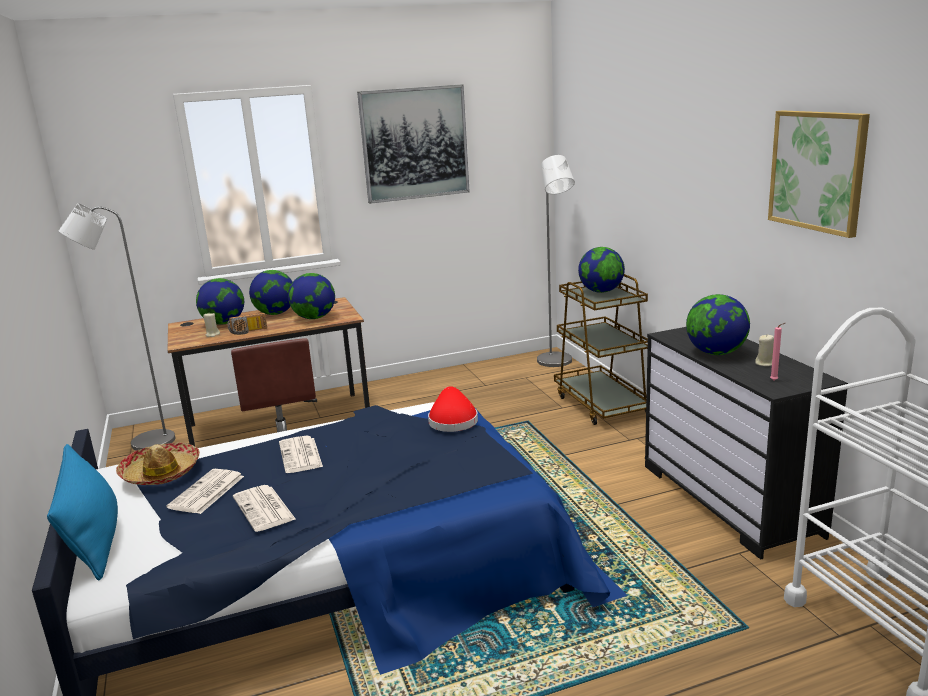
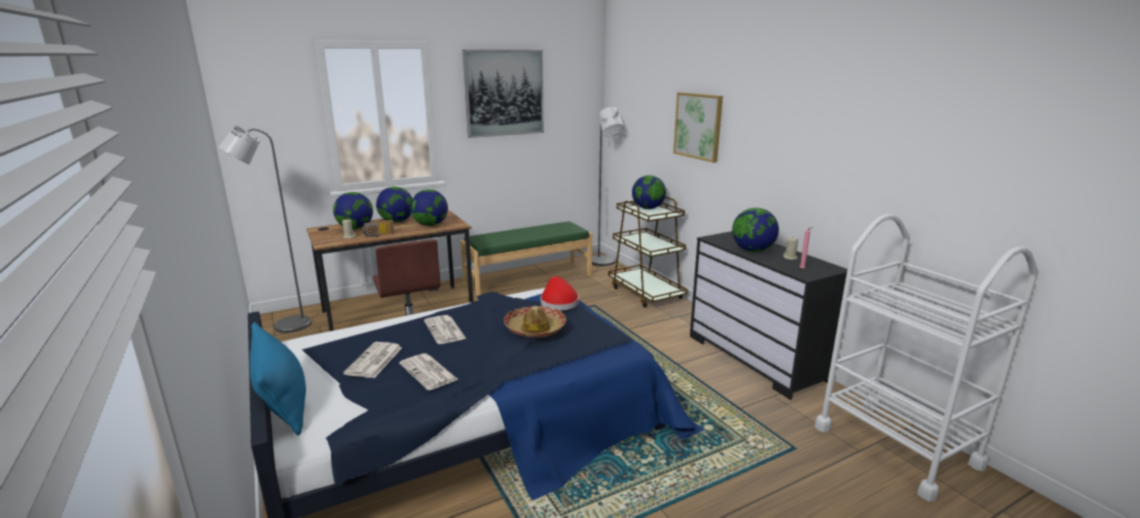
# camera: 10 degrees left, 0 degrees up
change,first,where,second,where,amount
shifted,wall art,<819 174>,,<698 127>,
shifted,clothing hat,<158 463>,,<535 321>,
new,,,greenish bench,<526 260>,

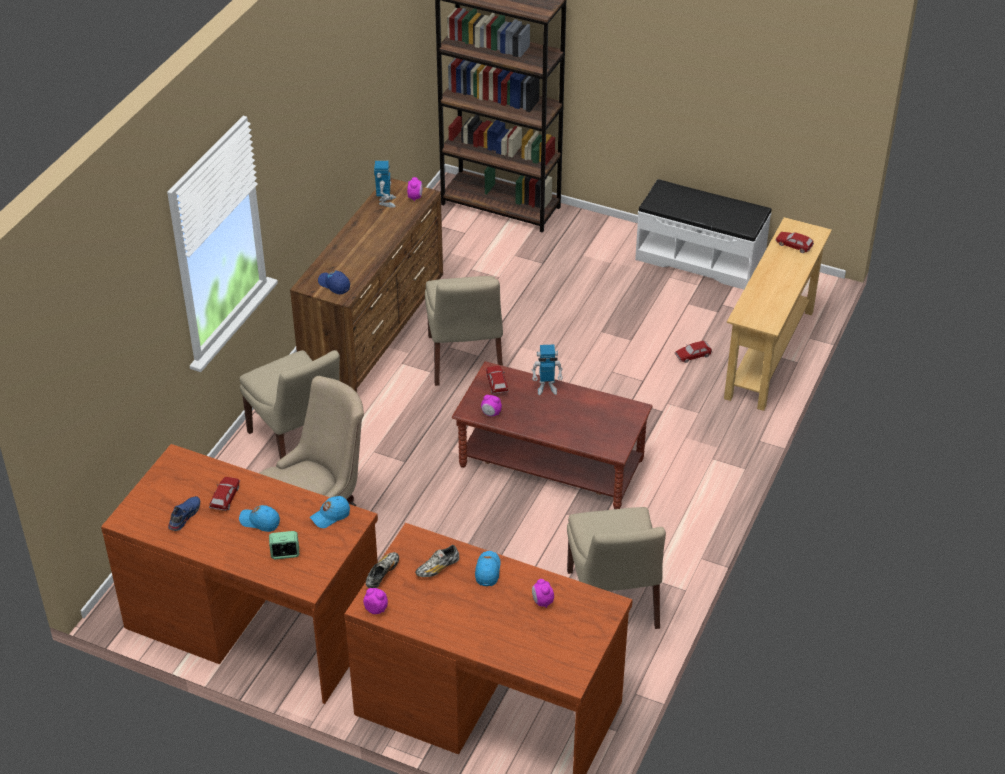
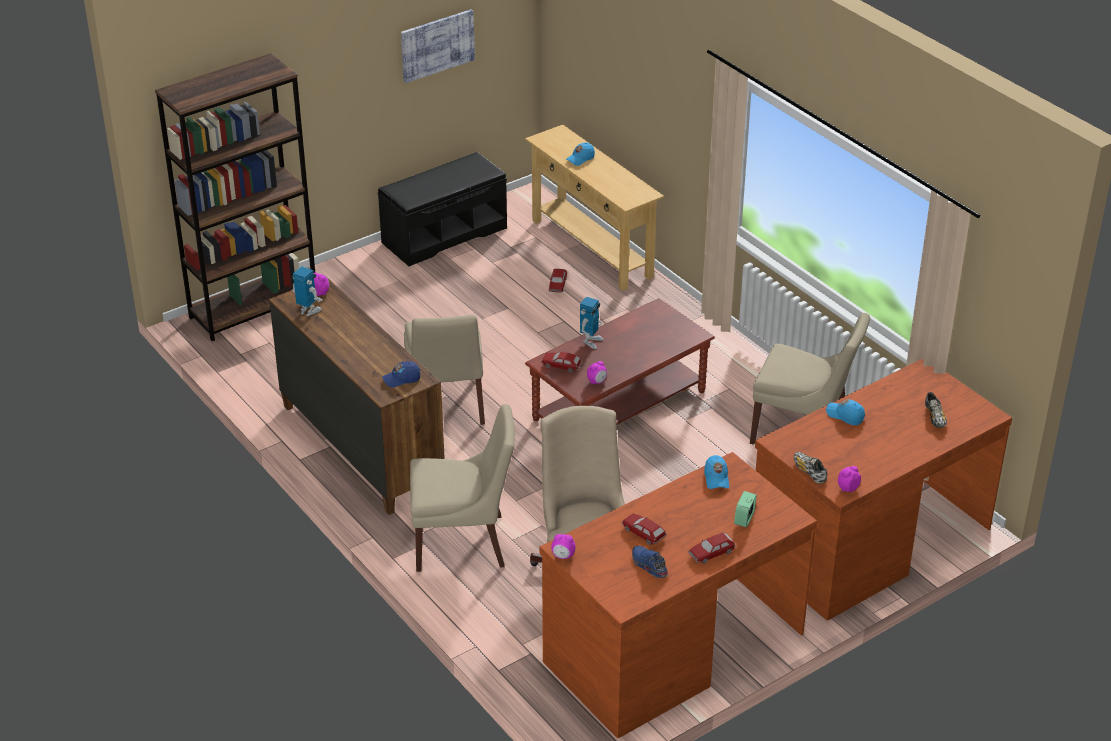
# camera: 60 degrees left, 5 degrees down
change,first,where,second,where,amount
repainted,whitish bench,<703 234>,black-coloured bench,<442 209>,
shifted,toy car,<794 242>,,<712 548>,
rotated,sand-coloured chair,<464 331>,,<444 369>,60 degrees clockwise
shifted,blue cap,<259 518>,,<580 154>,
shifted,low shoe,<437 561>,,<936 410>,
shifted,bedside clock,<543 593>,,<563 546>,
new,,,wall art,<438 46>,

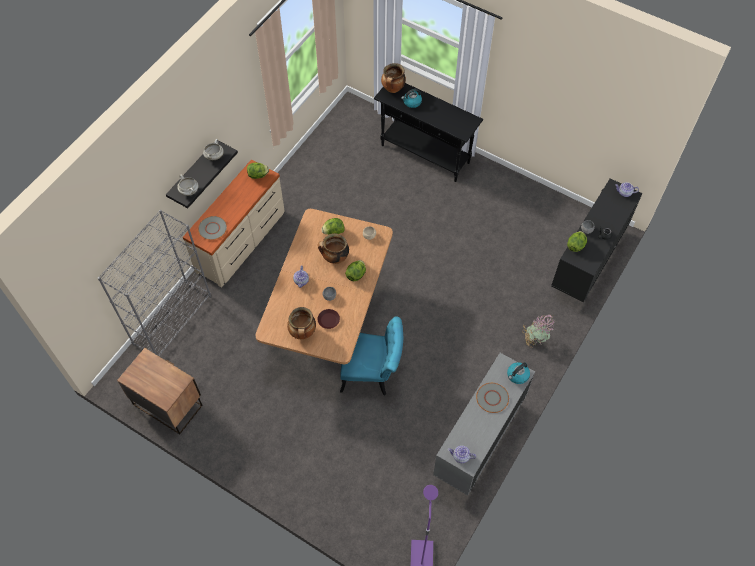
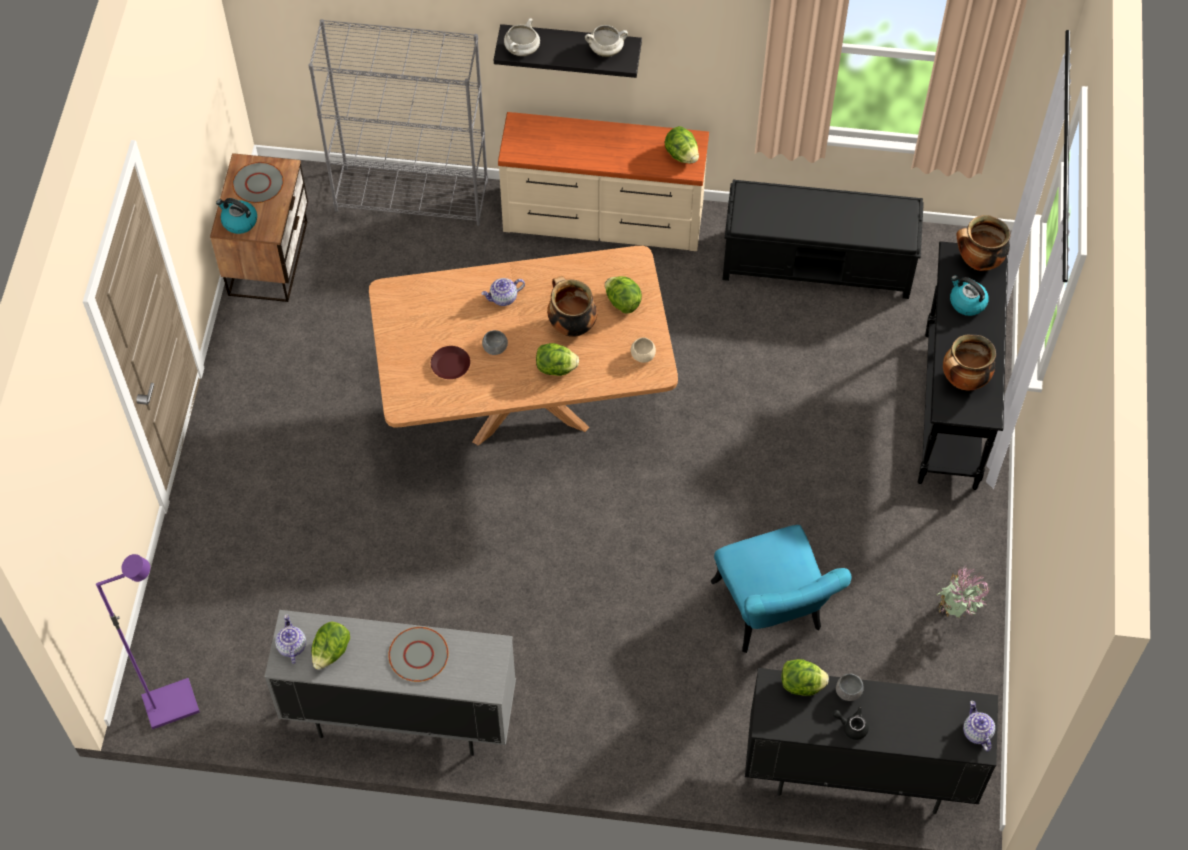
# camera: 65 degrees right, 0 degrees up
change,first,where,second,where,amount
shifted,gray flat dish,<212 228>,,<258 182>,
shifted,cooking pot,<301 323>,,<969 362>,
shifted,potted plant,<539 331>,,<963 592>,
shifted,turquoise chair,<371 356>,,<781 589>,
shifted,water kettle,<518 373>,,<236 216>,
new,,,black-coloured bench,<823 239>,
new,,,head of lettuce,<330 646>,

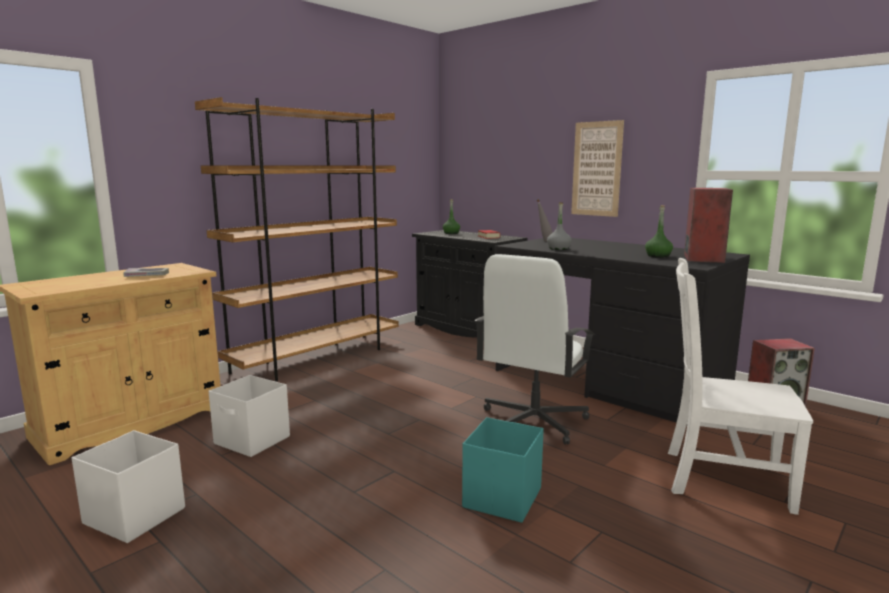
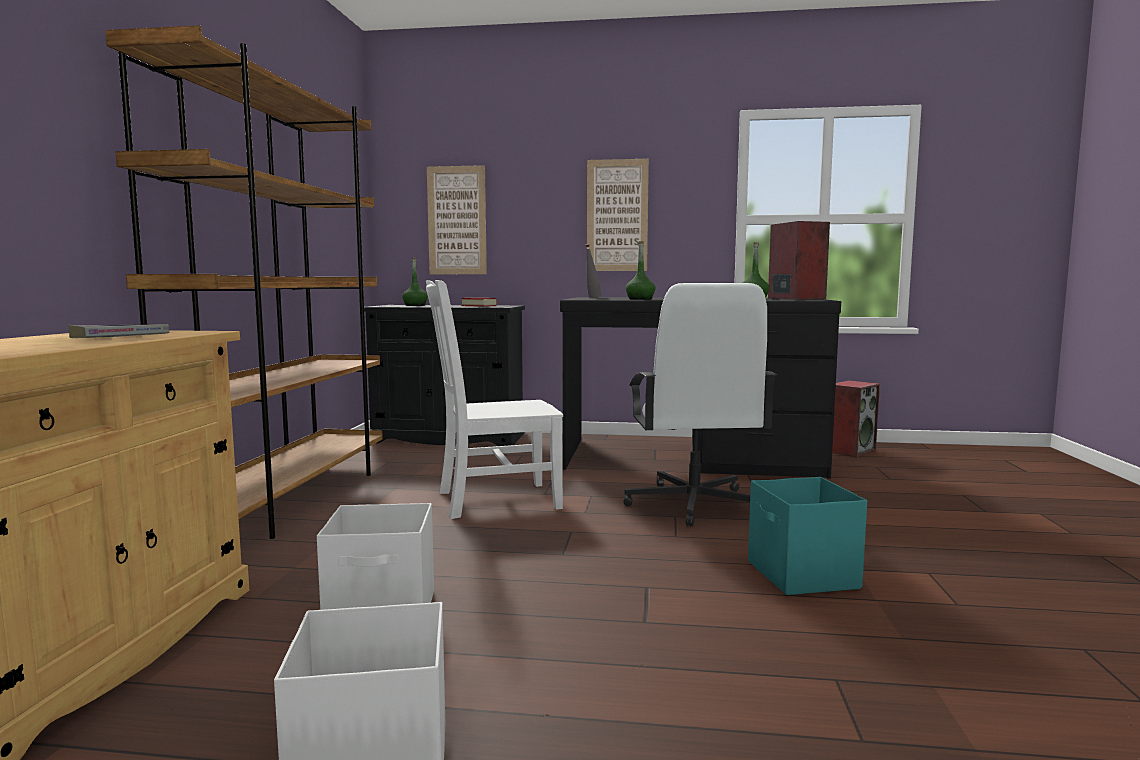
# camera: 35 degrees left, 5 degrees down
change,first,where,second,where,amount
repainted,gray drink bottle,<559 226>,greenish drink bottle,<641 270>,
shifted,whitish chair,<740 386>,,<494 399>,
new,,,wall art,<457 219>,

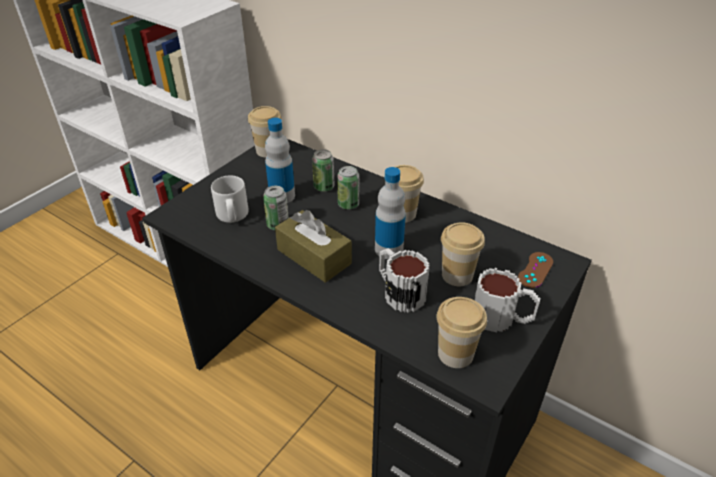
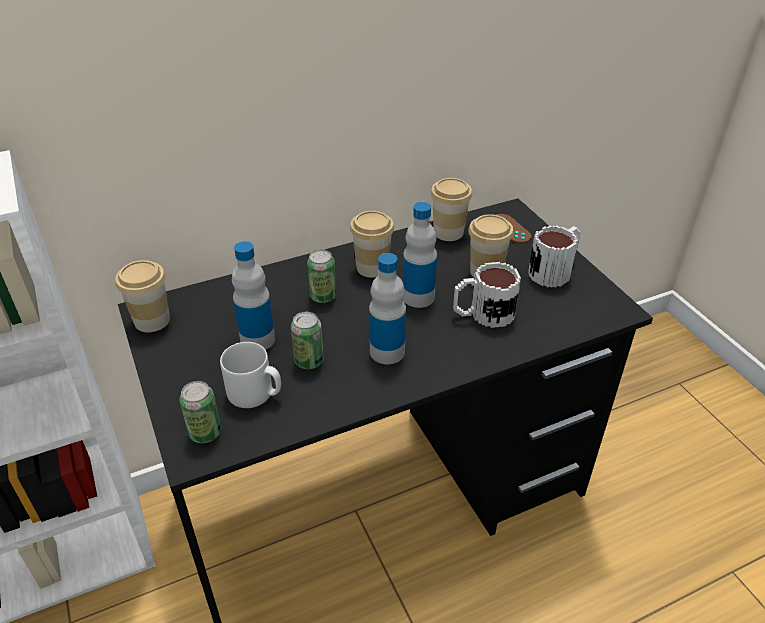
# camera: 60 degrees left, 0 degrees up
change,first,where,second,where,amount
shifted,can,<323 170>,,<200 412>,
swapped,brownish tissue holder,<313 246>,drink bottle,<387 308>,
shifted,drinking cup,<462 332>,,<451 209>,

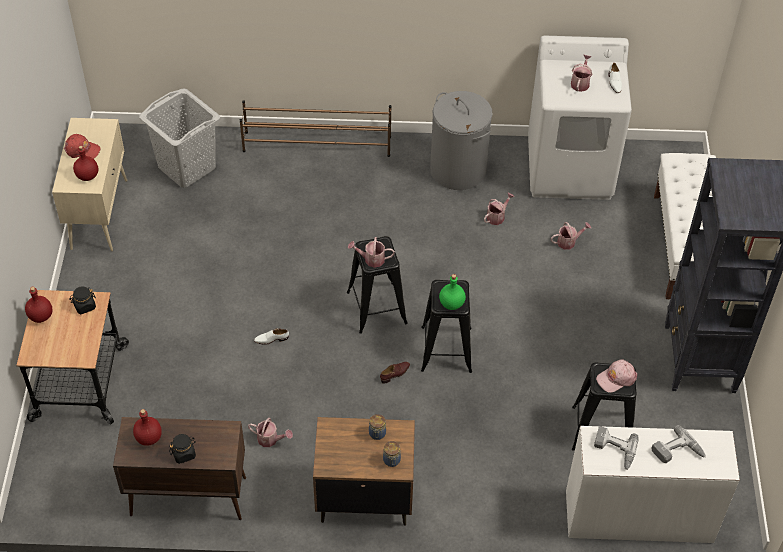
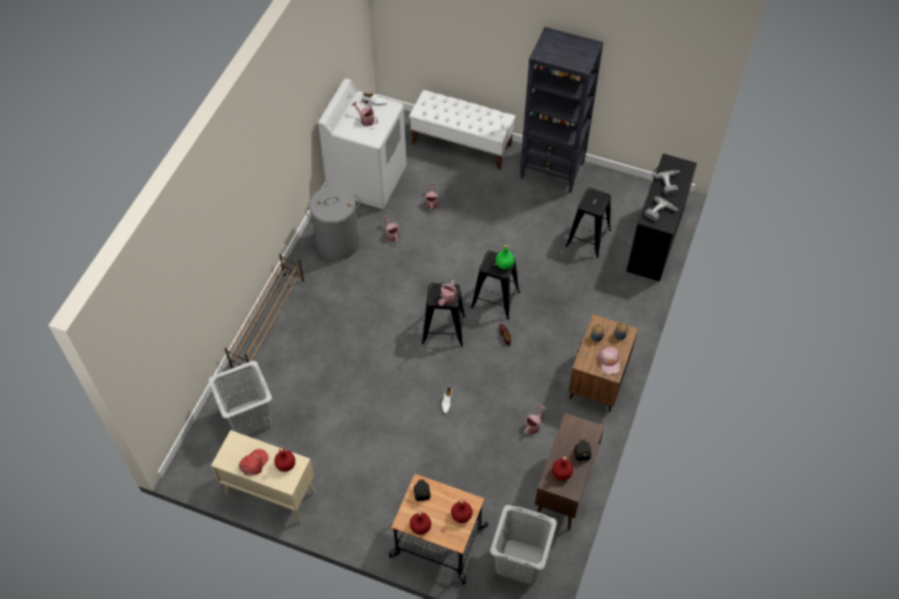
# camera: 70 degrees left, 5 degrees up
change,first,where,second,where,amount
shifted,pink cap,<616 376>,,<609 360>,
repainted,whitish desk,<653 484>,black-coloured desk,<661 217>,
new,,,reddish drink bottle,<462 511>,
new,,,gray hamper,<523 544>,

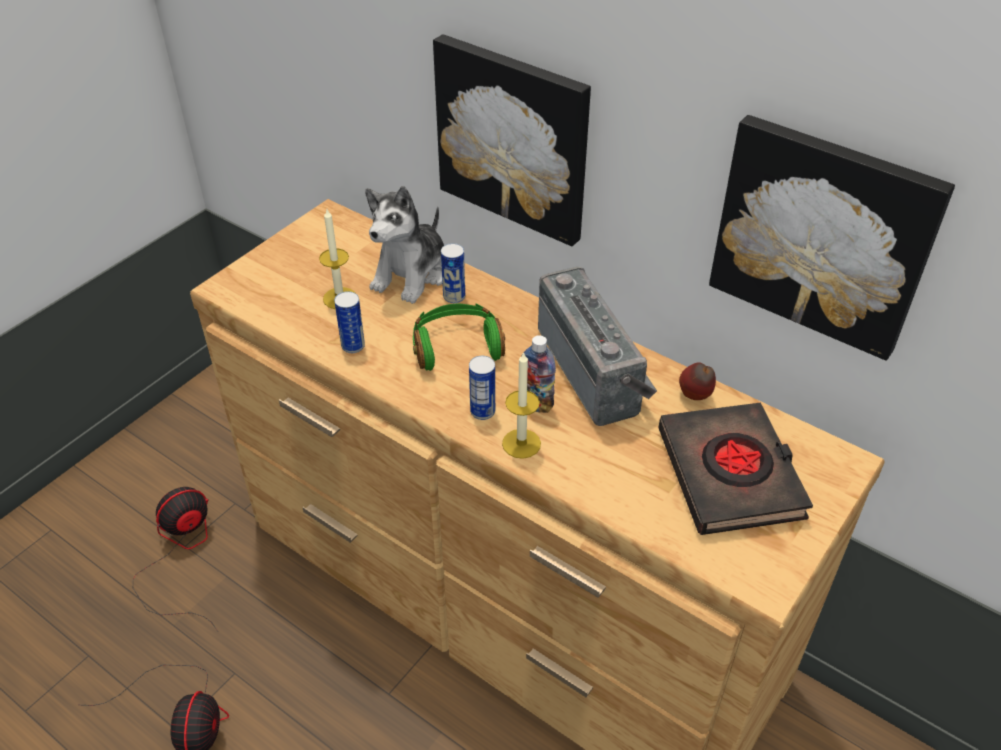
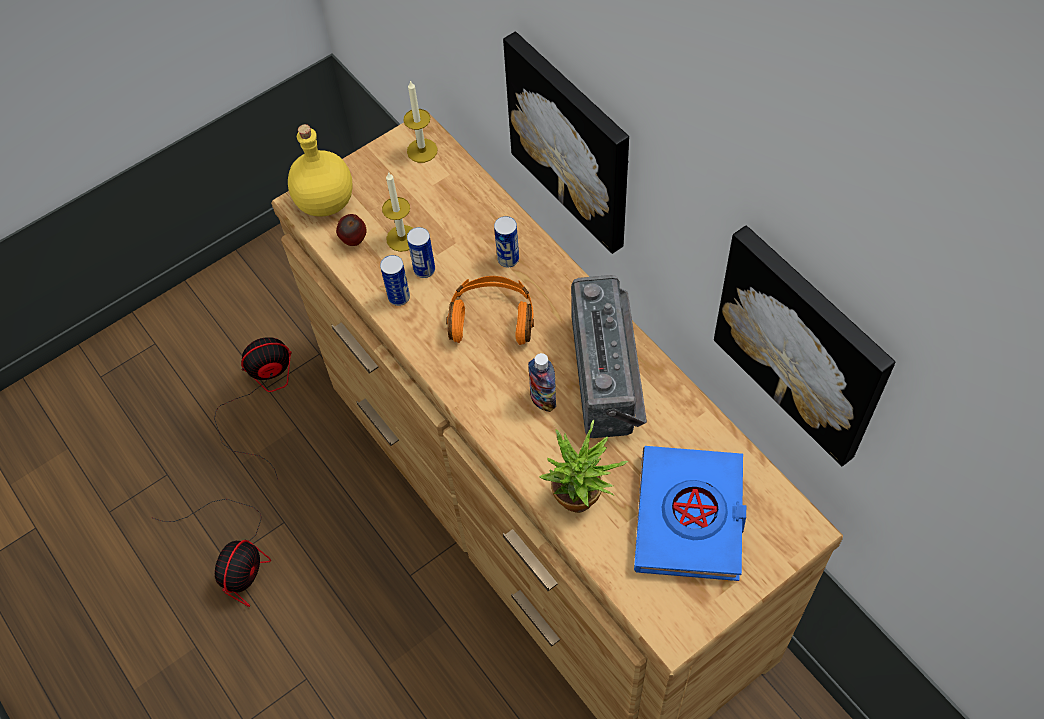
# camera: 20 degrees right, 15 degrees up
change,first,where,second,where,amount
gone,plush toy,<404 245>,,,
repainted,greenish headphones,<459 337>,orangey headphones,<490 310>,
shifted,wax light,<521 405>,,<420 121>,
shifted,can,<482 388>,,<421 252>,
shifted,whole apple,<697 381>,,<351 230>,
repainted,black-coloured volume,<735 468>,blue volume,<690 513>,
new,,,yellowish drink bottle,<320 170>,
new,,,potted plant,<584 466>,

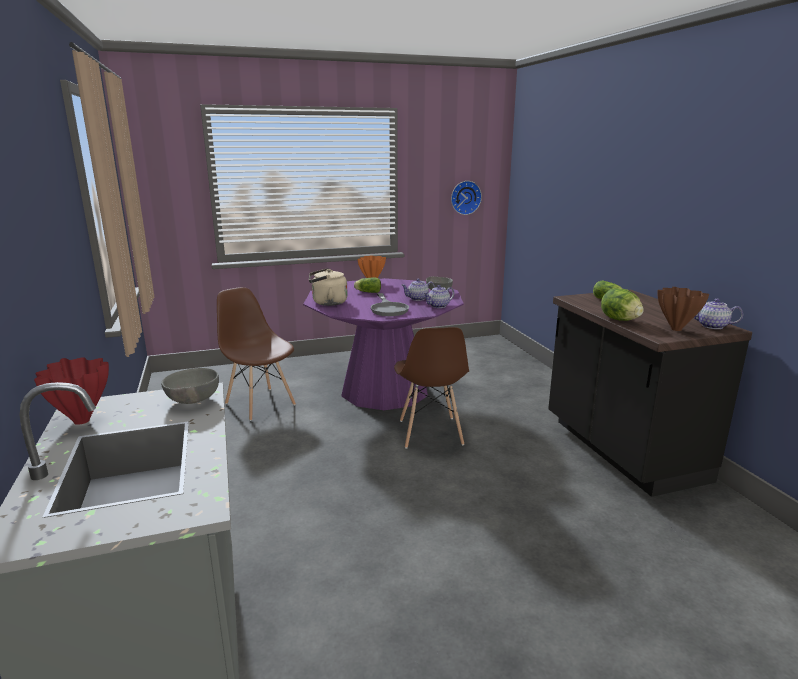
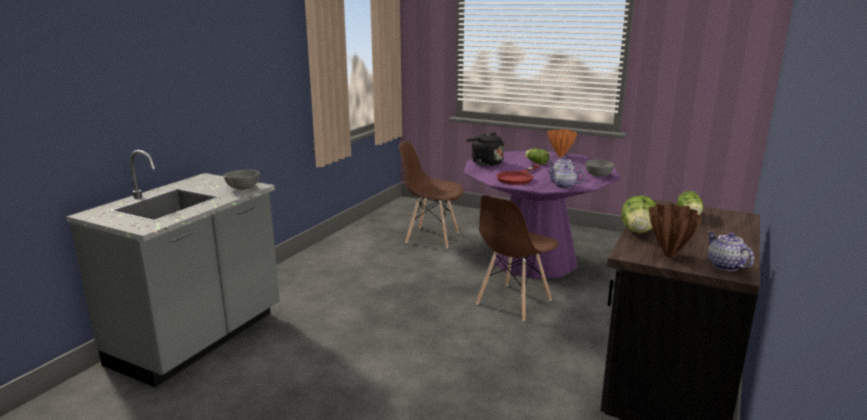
# camera: 45 degrees right, 0 degrees up
change,first,where,second,where,amount
gone,clock on the wall,<466 198>,,,
repainted,sand-coloured water kettle,<328 287>,black-coloured water kettle,<485 149>,
rotated,brownish chair,<256 354>,,<431 194>,75 degrees counterclockwise
repainted,gray skillet,<390 304>,reddish skillet,<518 174>,
gone,reddish flower vase,<71 391>,,,

